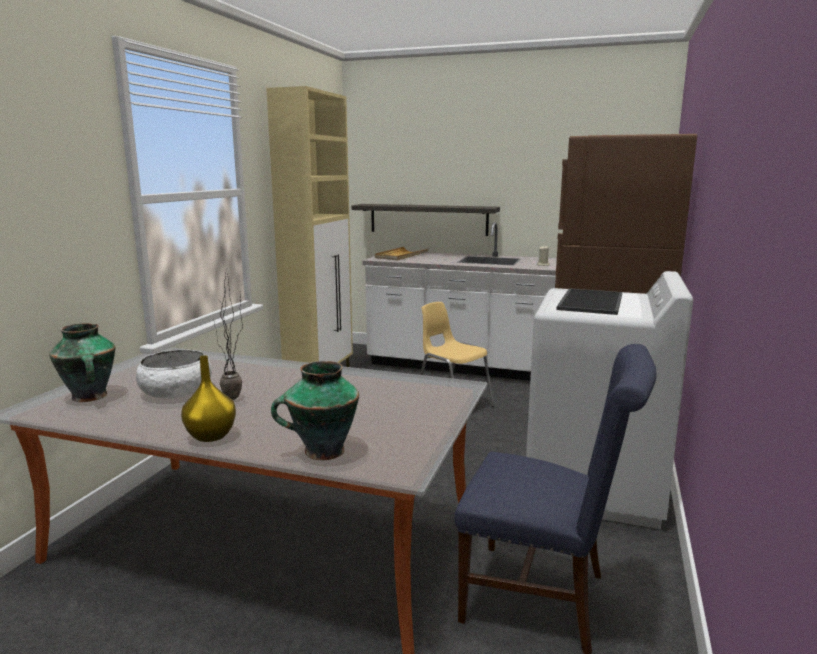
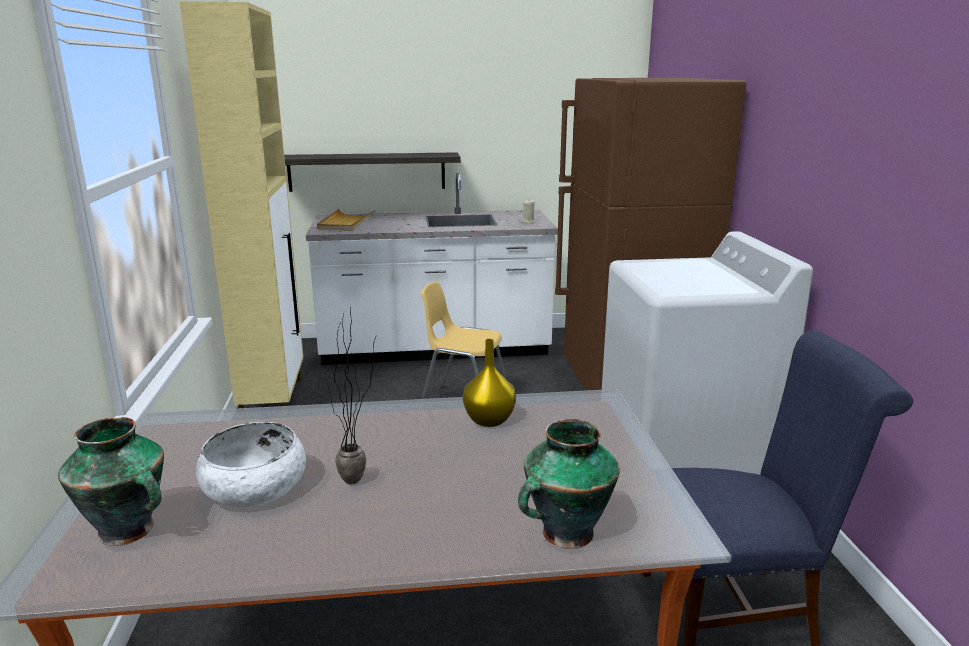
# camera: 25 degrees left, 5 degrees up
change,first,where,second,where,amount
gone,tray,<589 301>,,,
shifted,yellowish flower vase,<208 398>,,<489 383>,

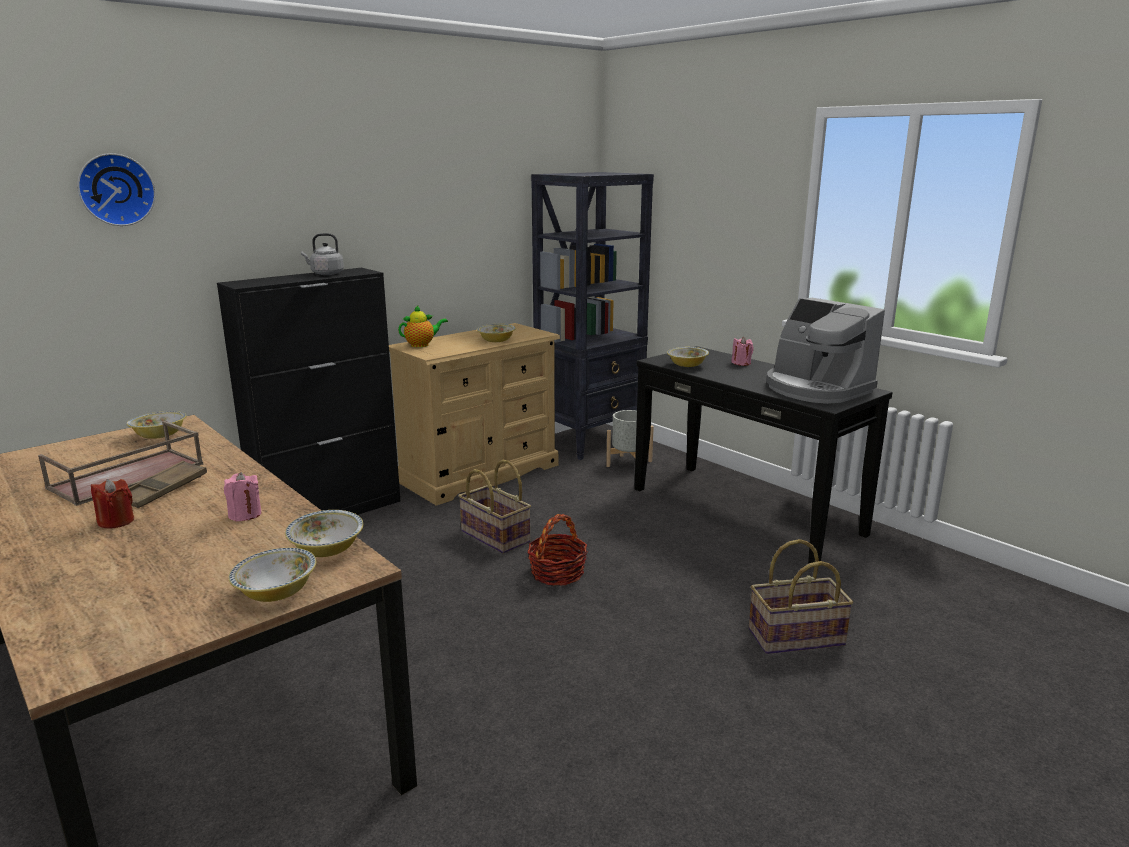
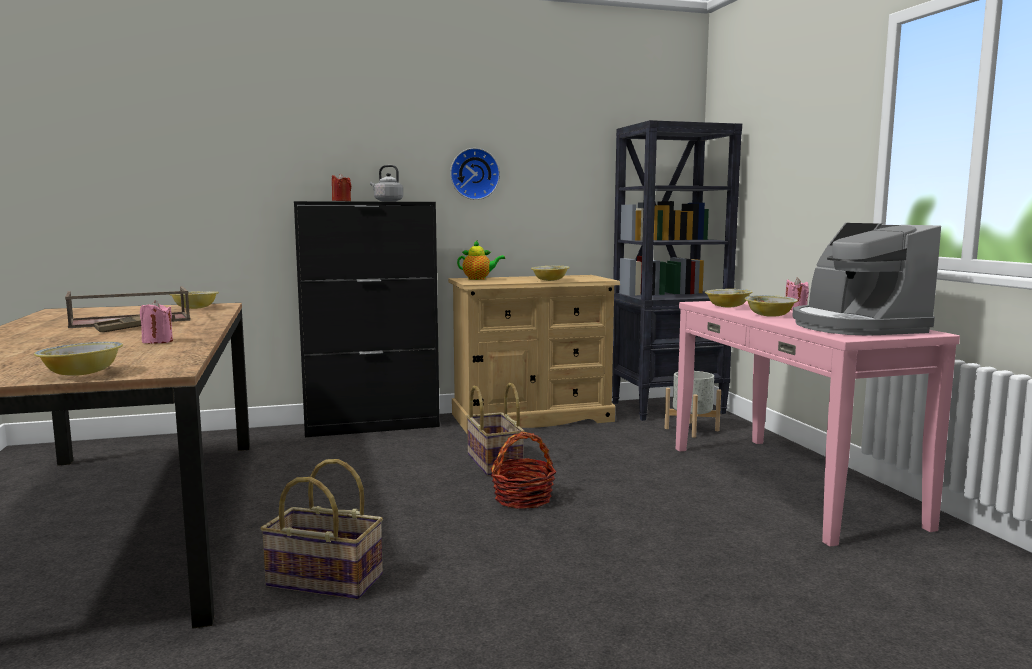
# camera: 25 degrees right, 10 degrees down
change,first,where,second,where,amount
shifted,clock on the wall,<116 189>,,<475 174>,
repainted,black-coloured hall table,<763 455>,pink hall table,<818 424>,
shifted,reddish wax light,<112 504>,,<341 187>,
shifted,bowl,<324 533>,,<771 306>,
shifted,storage basket,<801 596>,,<321 529>,

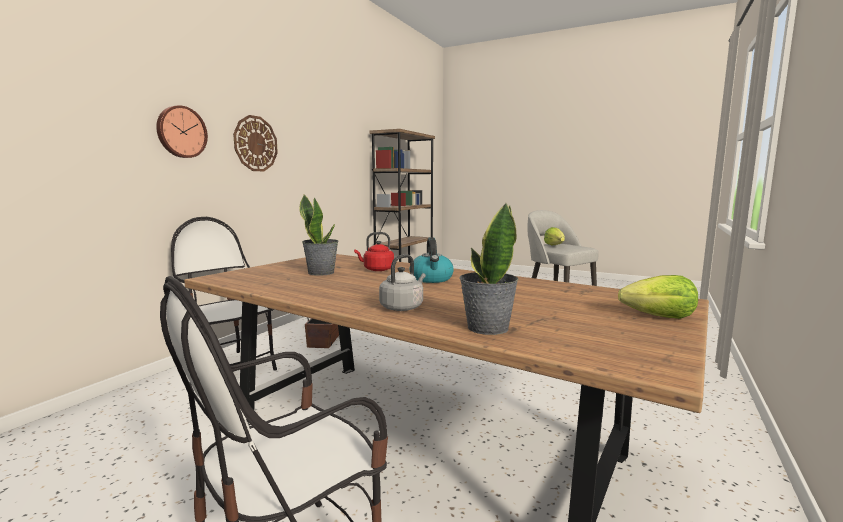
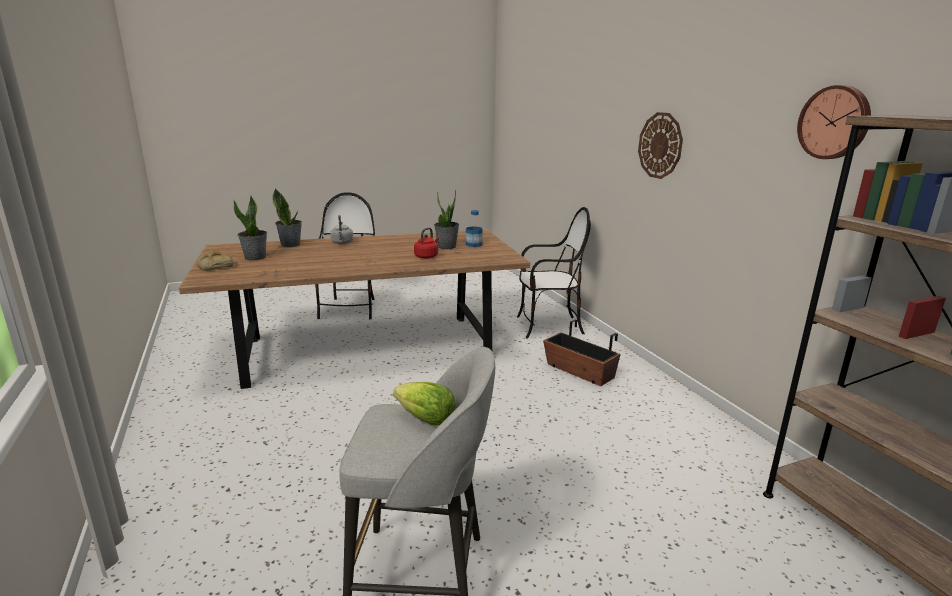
# camera: 130 degrees right, 10 degrees up
change,first,where,second,where,amount
shifted,clock on the wall,<182 131>,,<834 122>,
gone,water kettle,<433 260>,,,
swapped,head of lettuce,<658 297>,bread,<215 260>,
new,,,potted plant,<250 228>,
new,,,drink bottle,<474 228>,

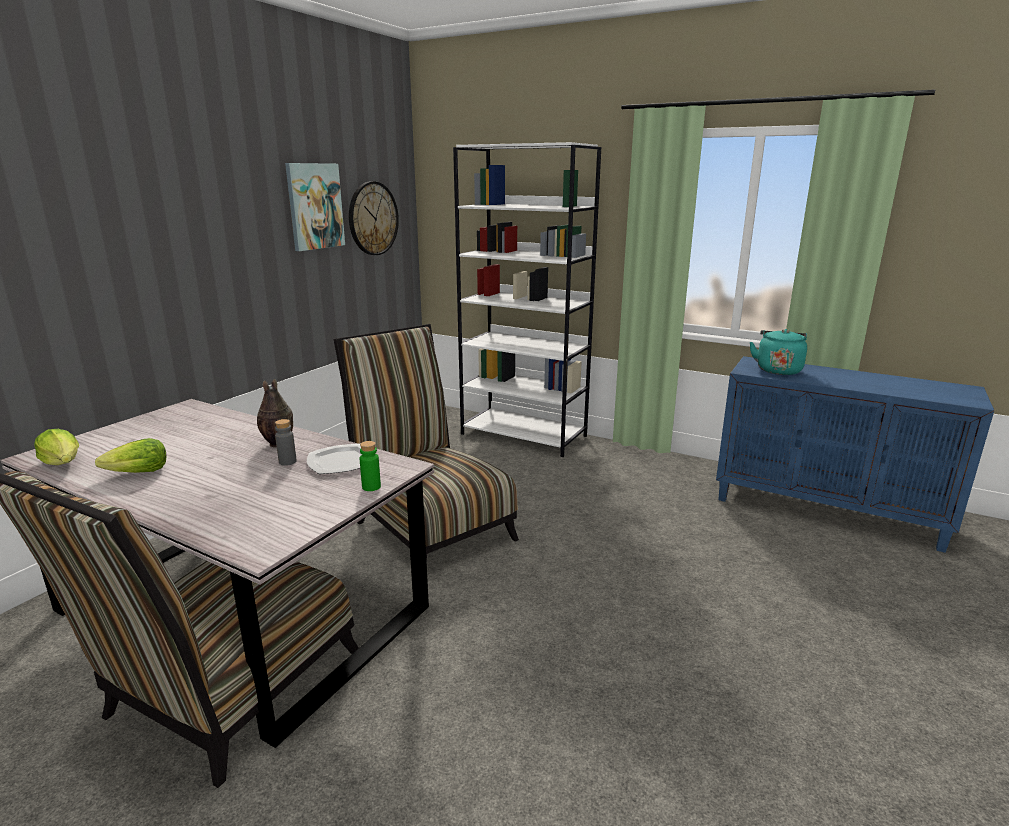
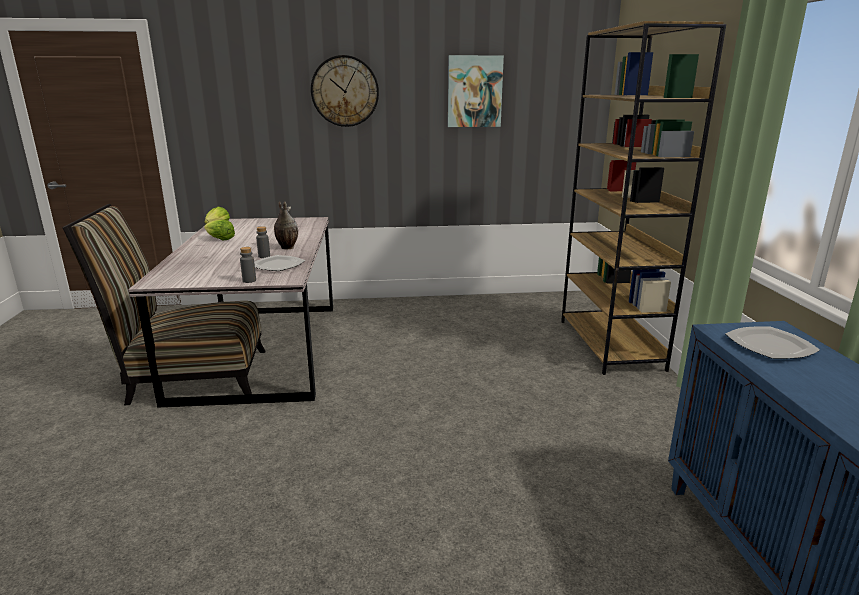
# camera: 55 degrees right, 0 degrees up
change,first,where,second,where,amount
repainted,whitish shelving unit,<527 299>,brownish shelving unit,<643 198>,
shifted,clock on the wall,<374 218>,,<345 91>,
gone,chair,<426 443>,,,
swapped,turquoise water kettle,<778 352>,flat dish,<772 342>,
repainted,greenish drink bottle,<370 466>,gray drink bottle,<248 265>,

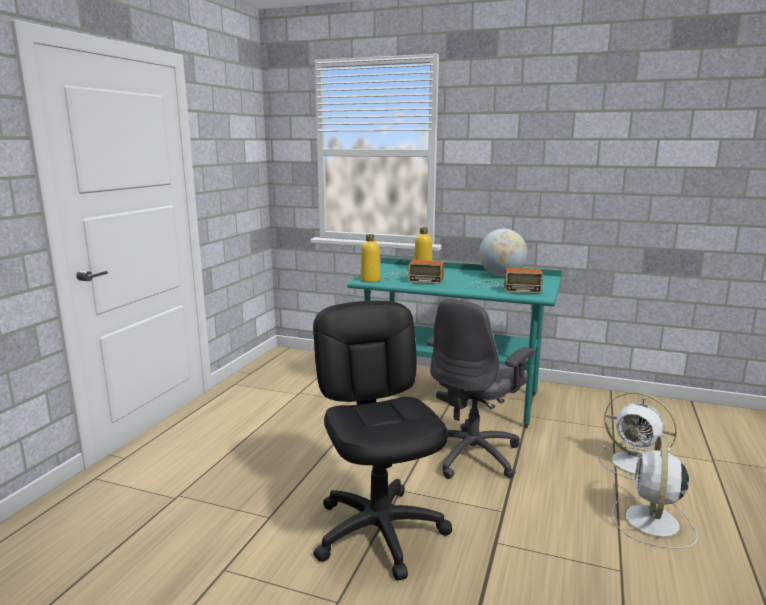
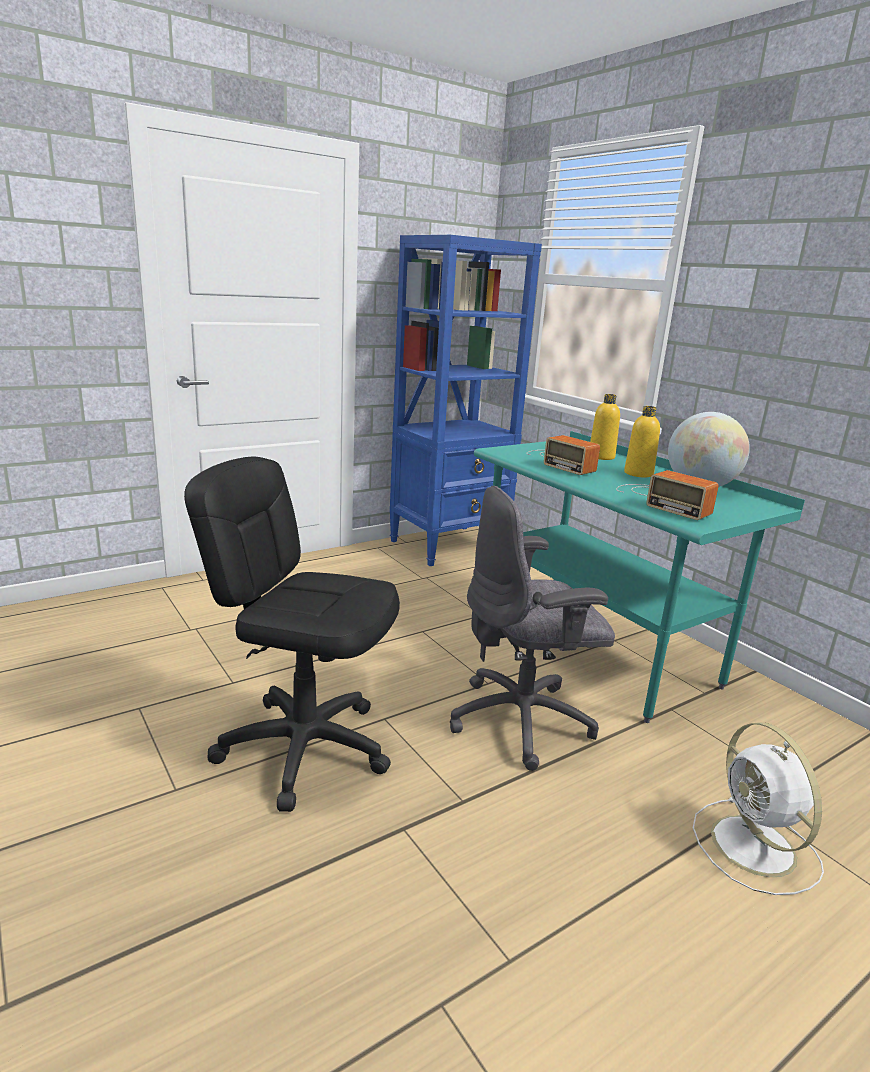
# camera: 35 degrees right, 5 degrees up
change,first,where,second,where,amount
shifted,yellowish drink bottle,<370 258>,,<642 442>,
rotated,black-coloured office chair,<382 440>,,<292 634>,90 degrees counterclockwise
gone,whitish electric fan,<655 492>,,,
new,,,blue shelving unit,<466 400>,

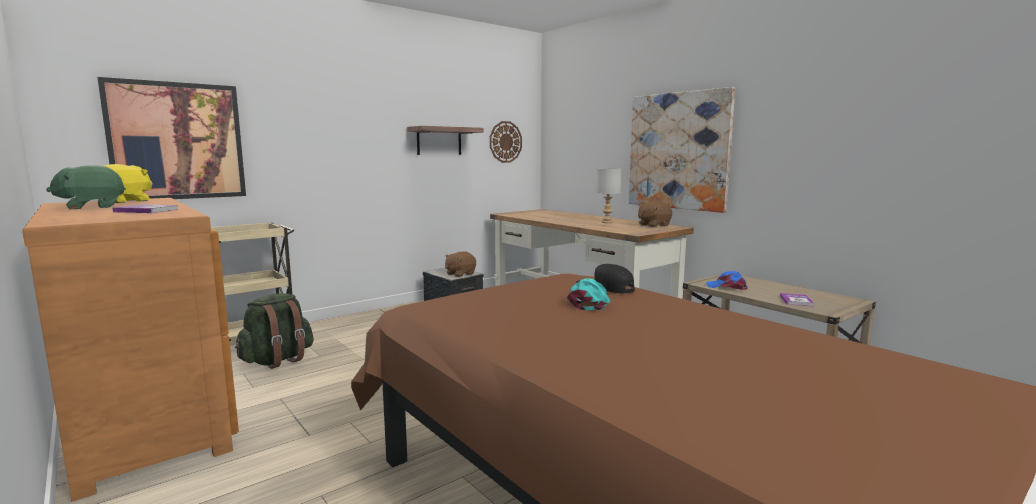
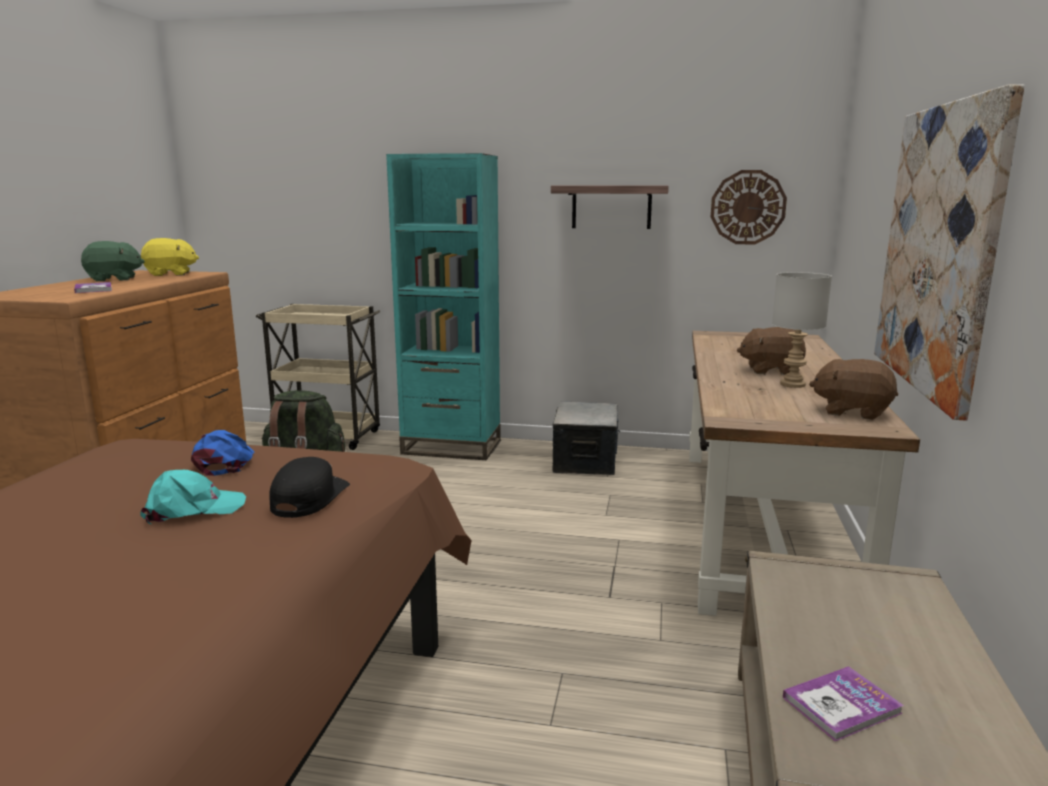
# camera: 50 degrees right, 5 degrees up
change,first,where,second,where,amount
gone,wall art,<171 138>,,,
rotated,greenish plush toy,<86 187>,,<113 261>,150 degrees clockwise
shifted,brownish plush toy,<460 264>,,<771 351>,
shifted,blue cap,<727 280>,,<223 453>,
new,,,turquoise shelving unit,<443 306>,

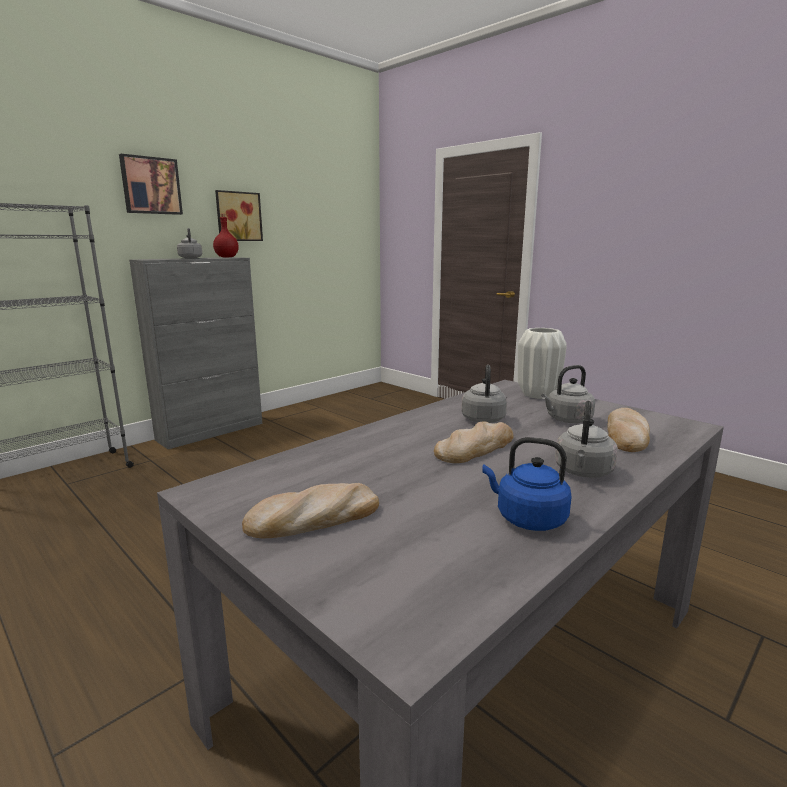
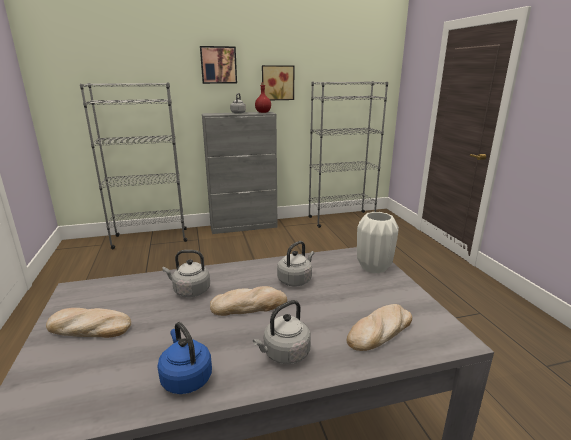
# camera: 30 degrees right, 5 degrees up
change,first,where,second,where,amount
shifted,gray water kettle,<568 394>,,<186 273>,
new,,,gray shelving unit,<348 154>,

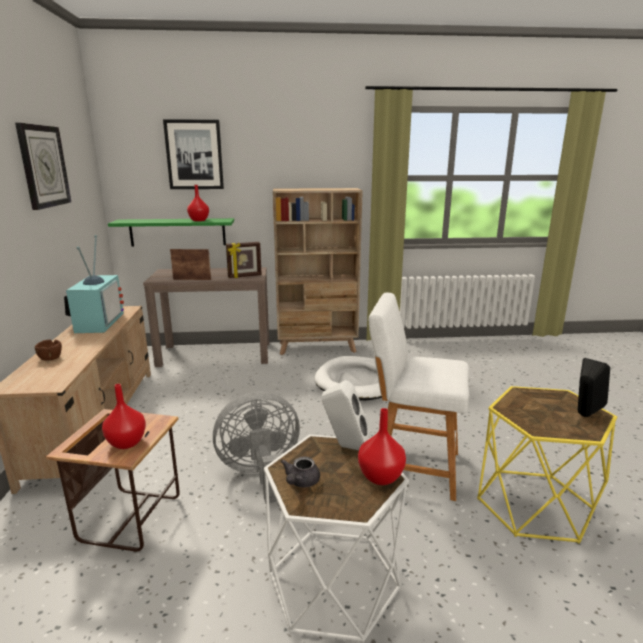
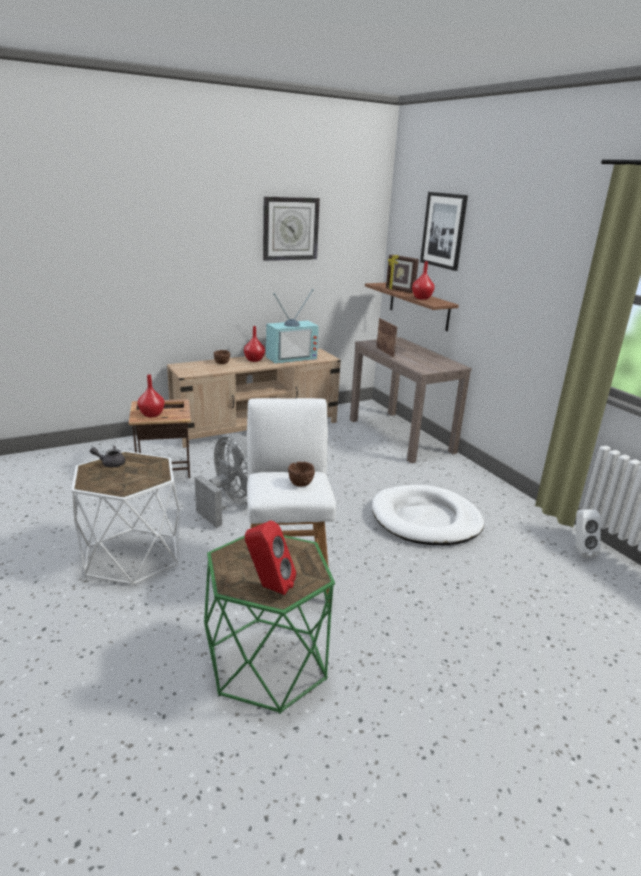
# camera: 65 degrees right, 5 degrees up
change,first,where,second,where,amount
gone,sand-coloured shelving unit,<318 271>,,,
repainted,greenish shelf,<171 232>,brownish shelf,<412 307>,
shifted,photo frame,<244 260>,,<402 274>,
repainted,black-coloured speaker,<594 387>,reddish speaker,<270 557>,
shifted,whitish speaker,<346 415>,,<588 533>,
repainted,yellowish accent table,<547 465>,greenish accent table,<269 624>,
shifted,reddish flower vase,<382 446>,,<254 344>,
new,,,brownish bowl,<301 474>,

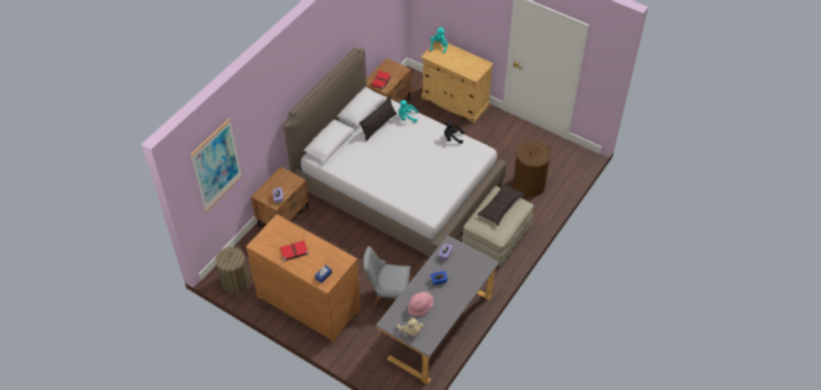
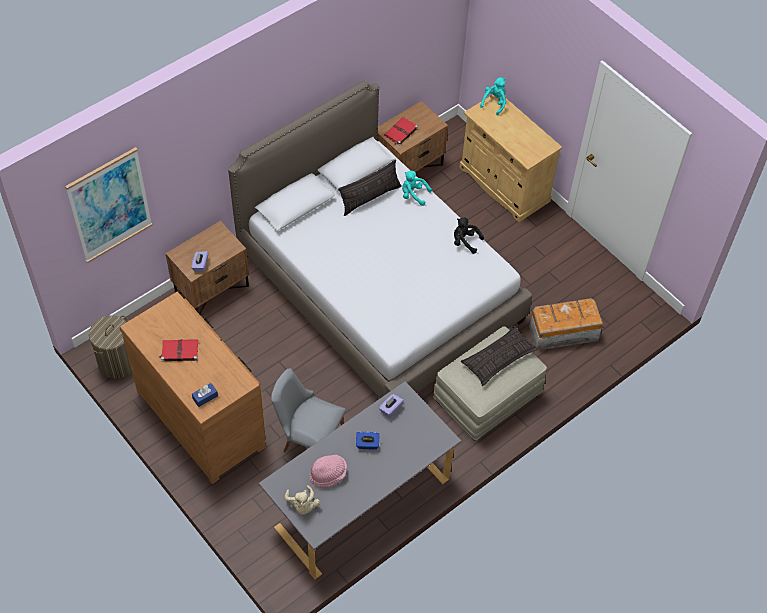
# camera: 15 degrees right, 5 degrees up
change,first,where,second,where,amount
swapped,brownish hamper,<532 169>,storage container,<566 324>,

